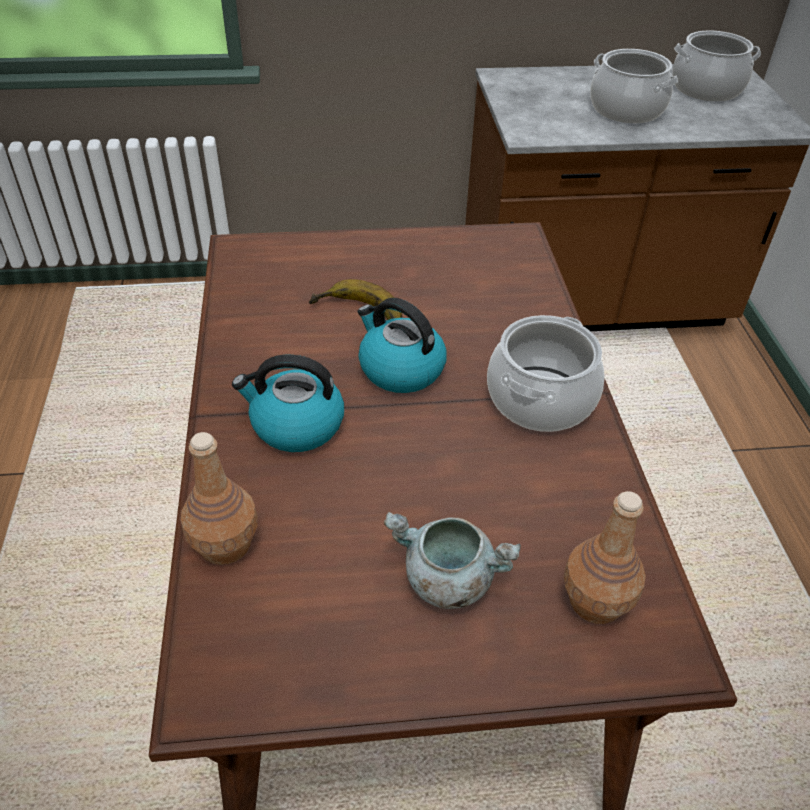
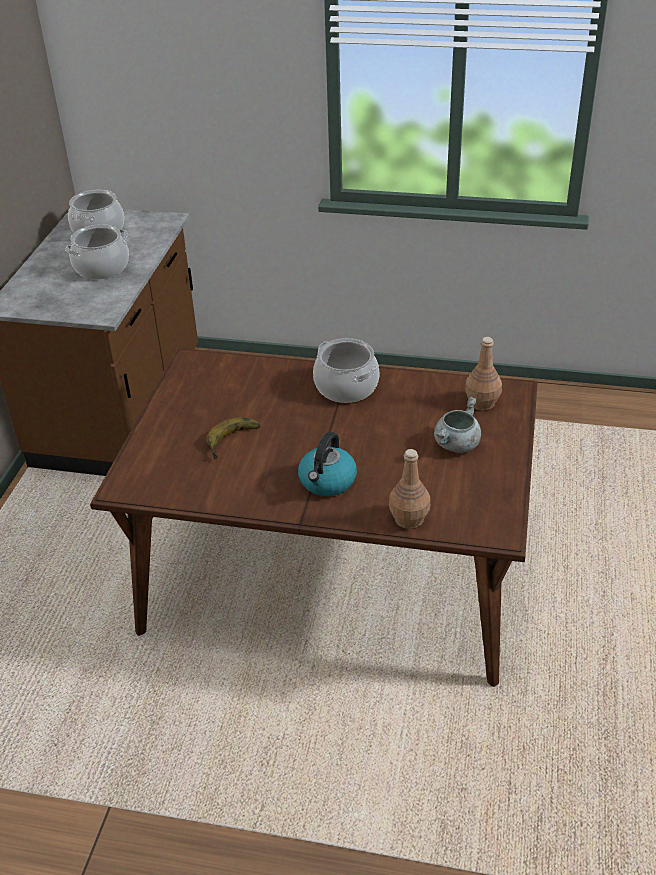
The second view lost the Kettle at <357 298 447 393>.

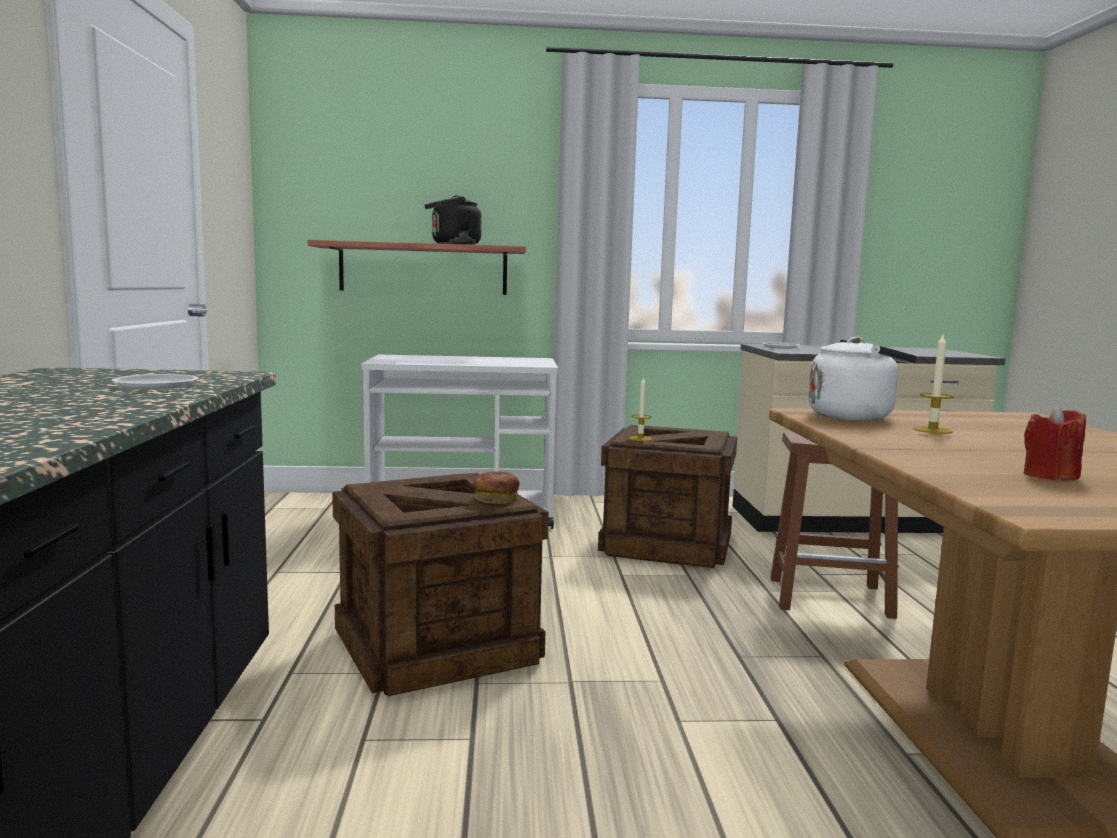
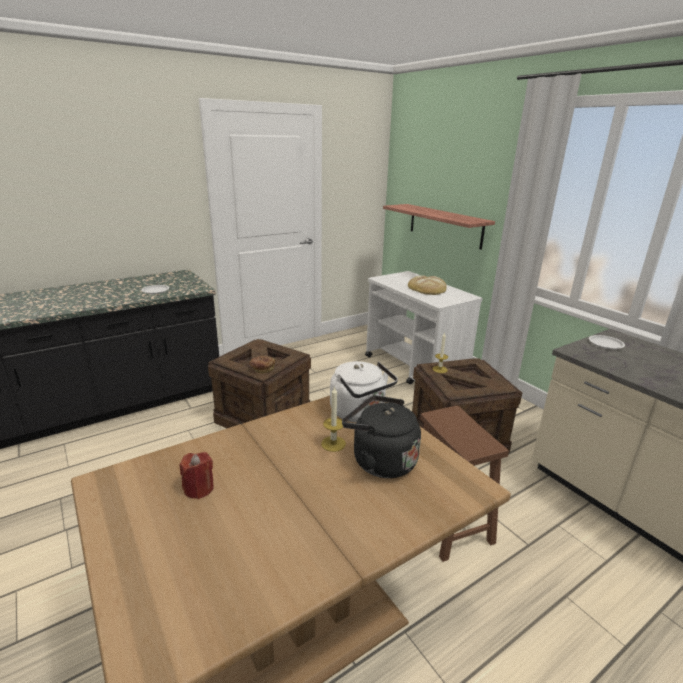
The BlackKettle ended up elsewhere, having gone from <425 195 482 245> to <342 396 421 478>. The second view gained the Bread at <408 275 447 295>.

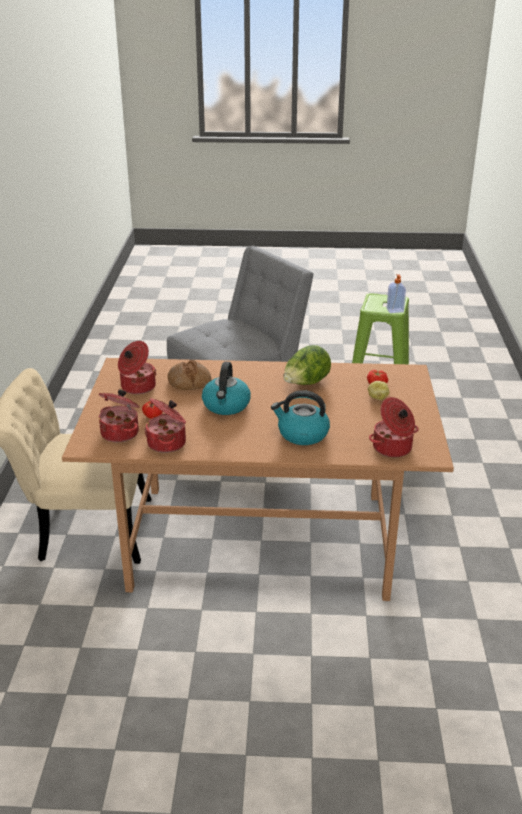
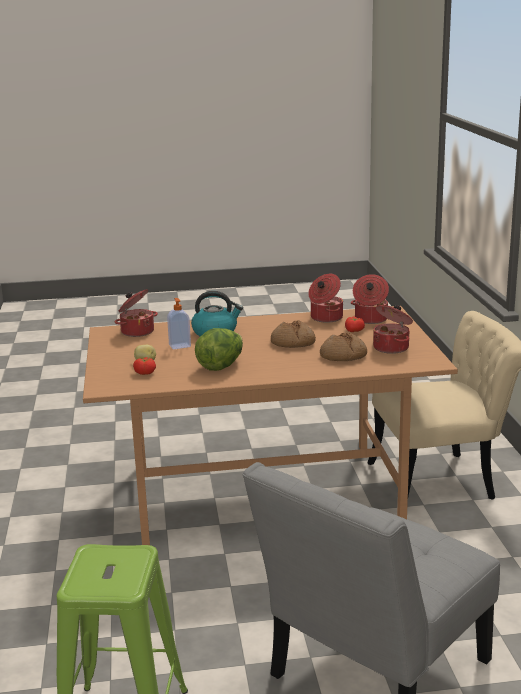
The SoapDispenser ended up elsewhere, having gone from <387 274 406 313> to <167 298 191 350>. Where the Kettle stood at <202 362 251 415>, the Bread came to stand at <271 320 316 348>.

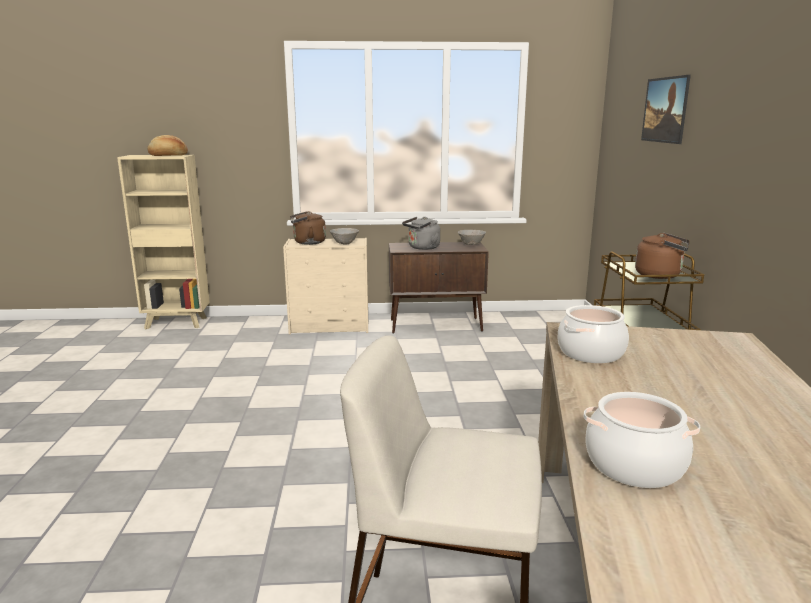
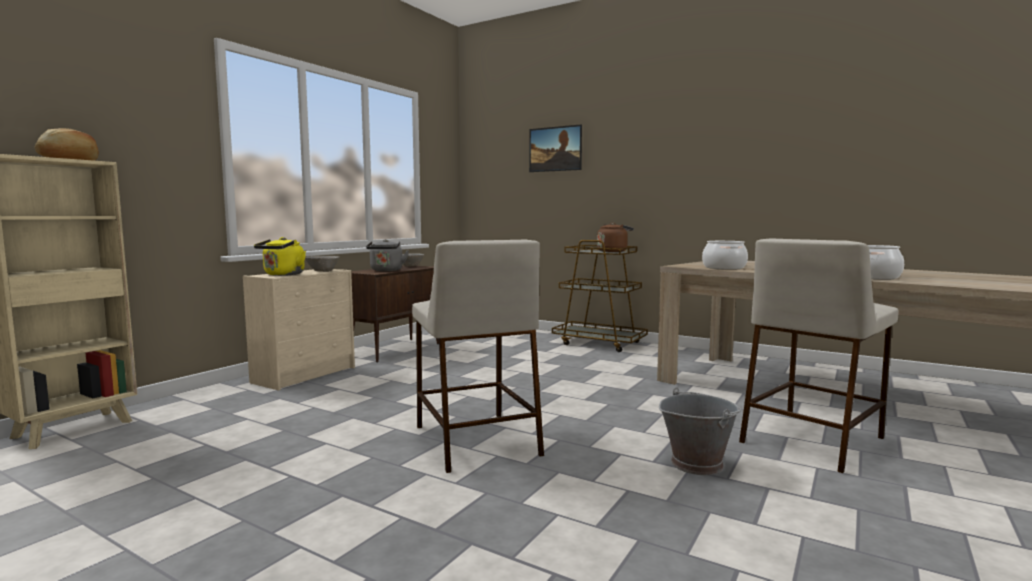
What was the BrownKettle at <290 211 326 245> turned into the YellowKettle at <254 237 306 276>. The second view gained the BeigeStool at <412 240 544 473>. The second view gained the GreyBucket at <659 387 741 475>.

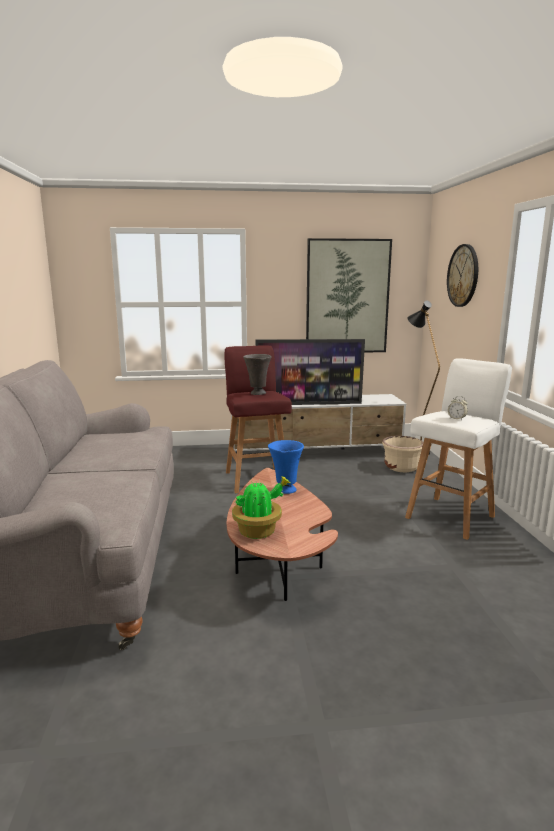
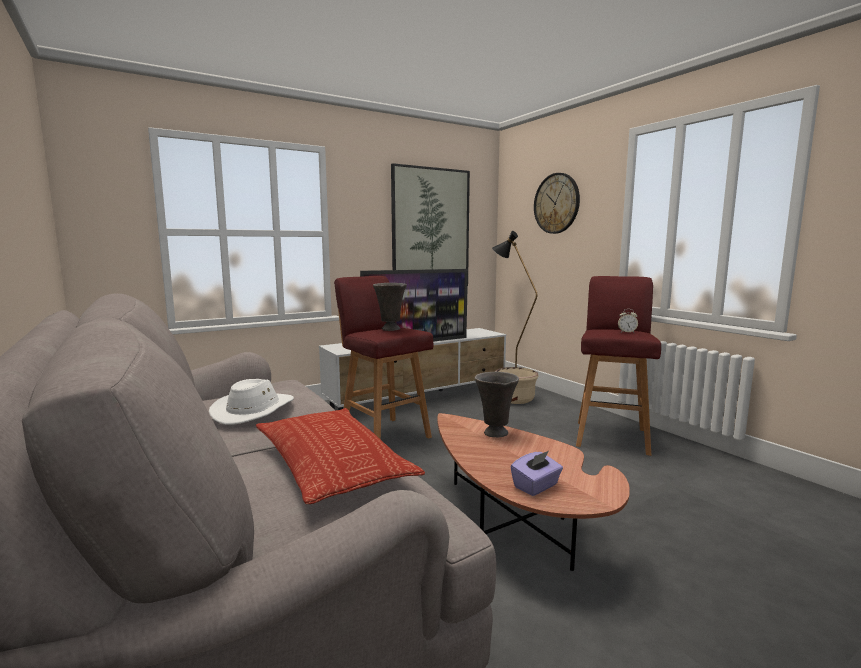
What was the WhiteStool at <405 359 512 540> turned into the RedStool at <576 276 661 456>. What was the BlueVase at <268 440 304 494> turned into the GreyVase at <475 372 519 437>. Where the PottedPlant stood at <232 476 290 539>, the PurpleTissueBox came to stand at <511 451 563 496>. The second view gained the WhiteHat at <209 379 294 425>. The second view gained the Pillow at <256 408 425 504>.

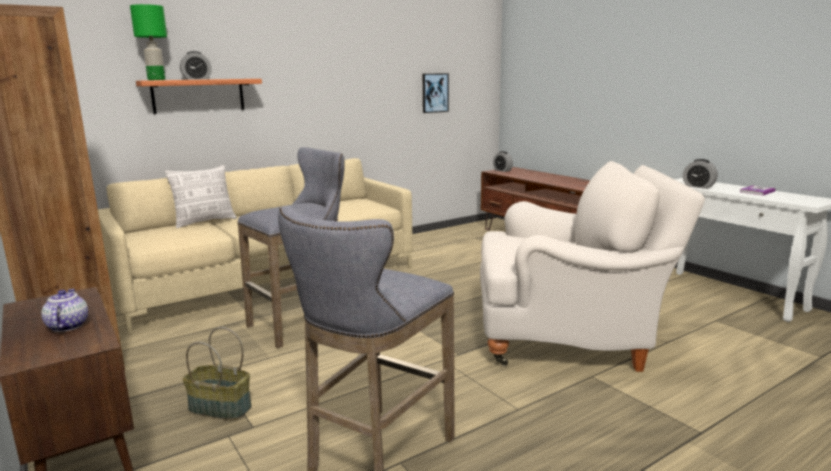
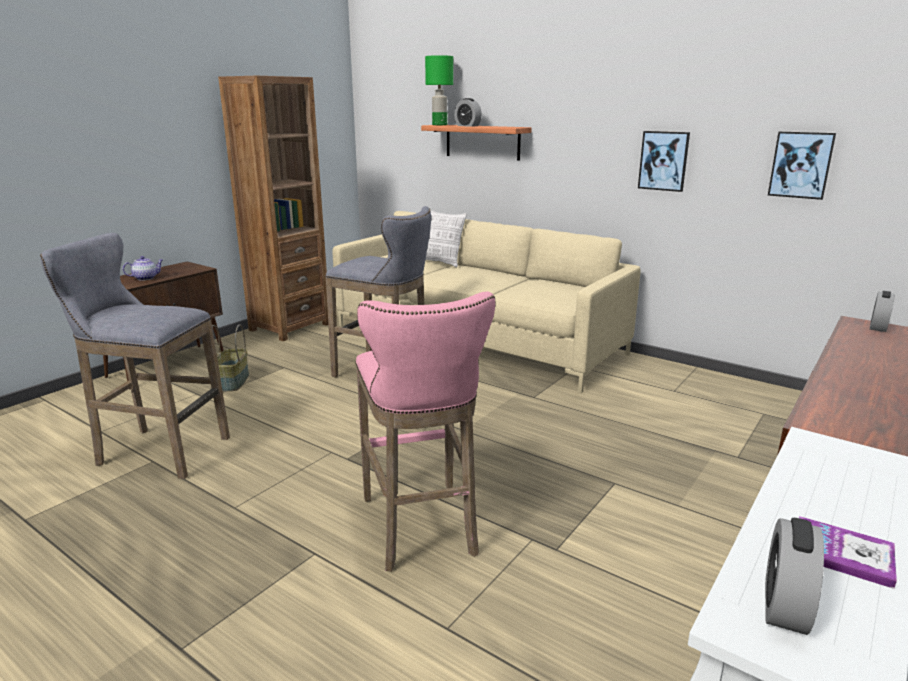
The AlarmClock ended up elsewhere, having gone from <683 159 718 189> to <765 518 824 635>. Where the WhiteArmchair stood at <480 161 705 372>, the PinkStool came to stand at <355 292 495 572>. The second view gained the Picture at <638 131 690 192>.

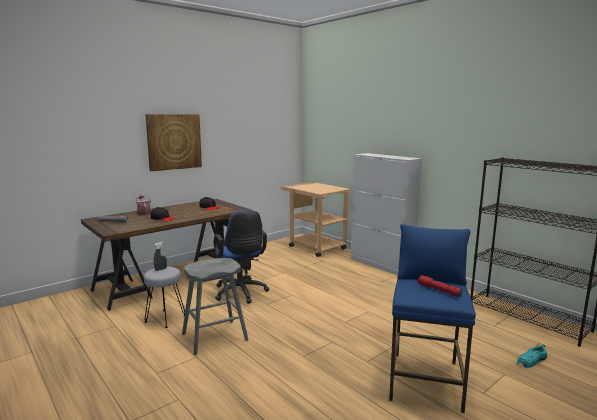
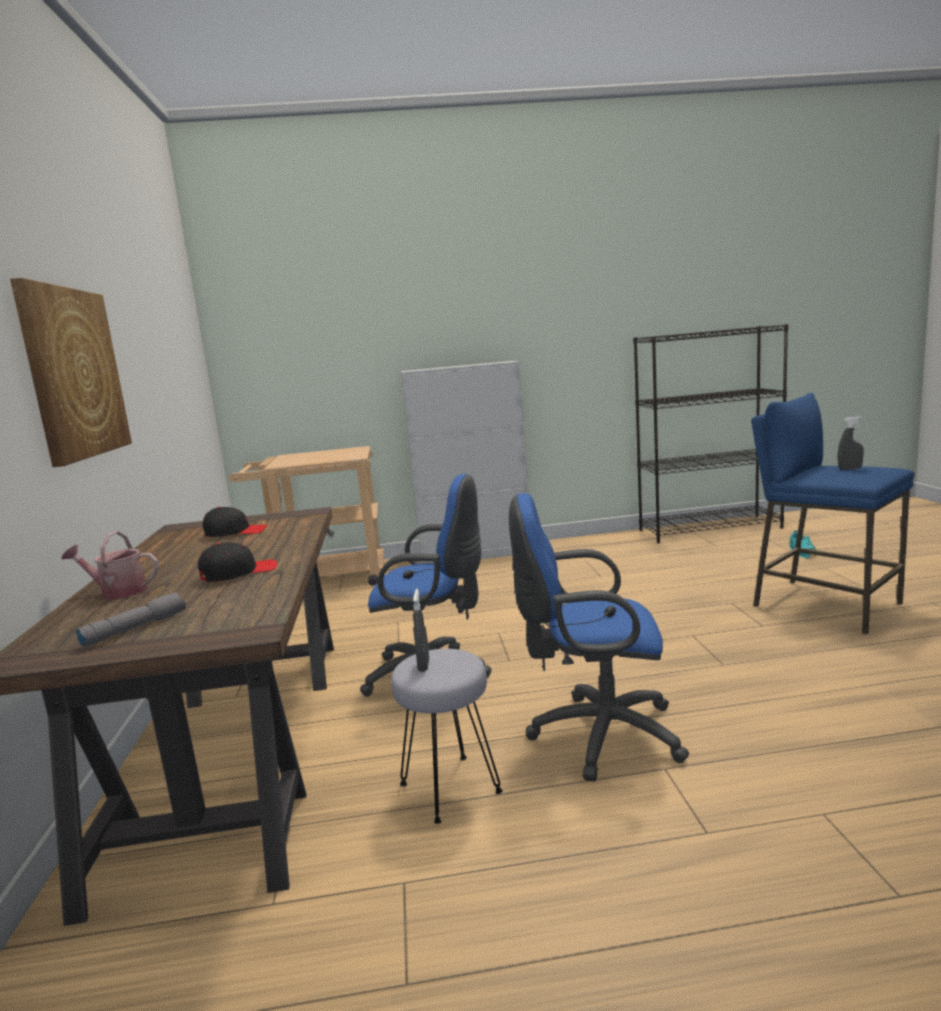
Where the GreyStool stood at <182 258 249 355>, the BlueOfficeChair came to stand at <509 493 689 782>. Where the RedFlashlight stood at <417 275 463 297>, the GreySprayBottle came to stand at <838 416 864 470>.

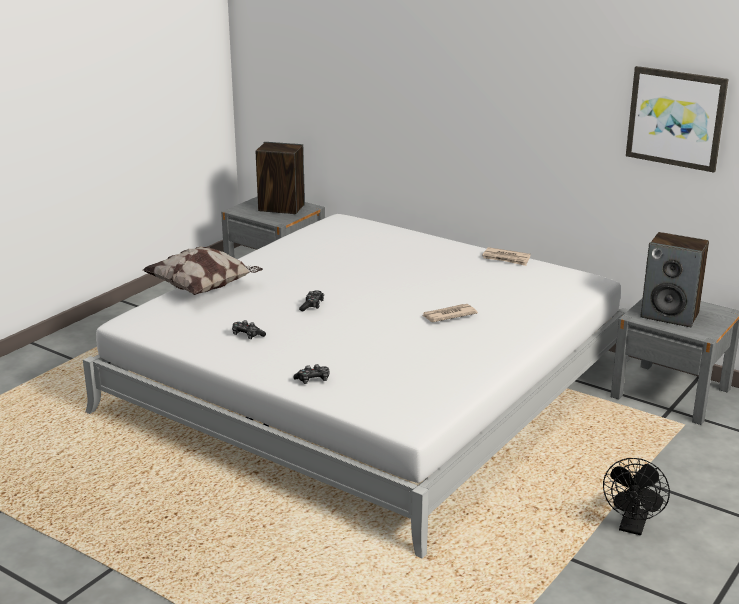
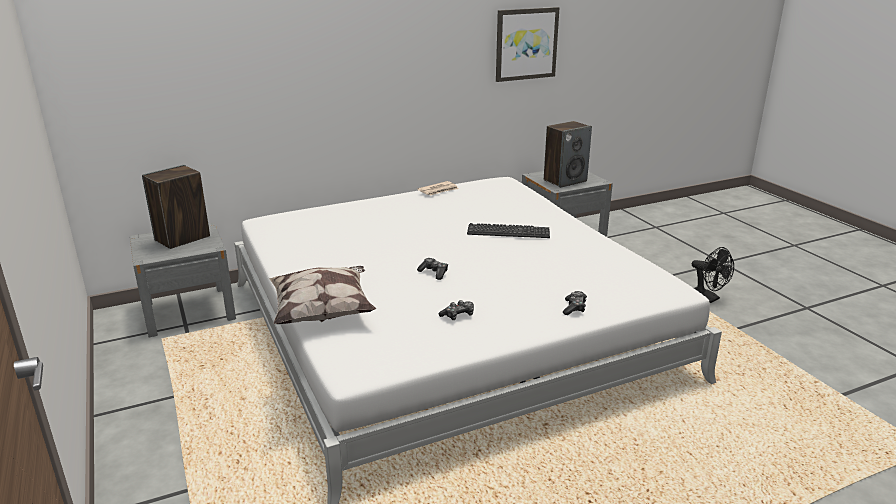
Where the Newspaper stood at <422 304 478 322>, the Keyboard came to stand at <467 223 550 238>.

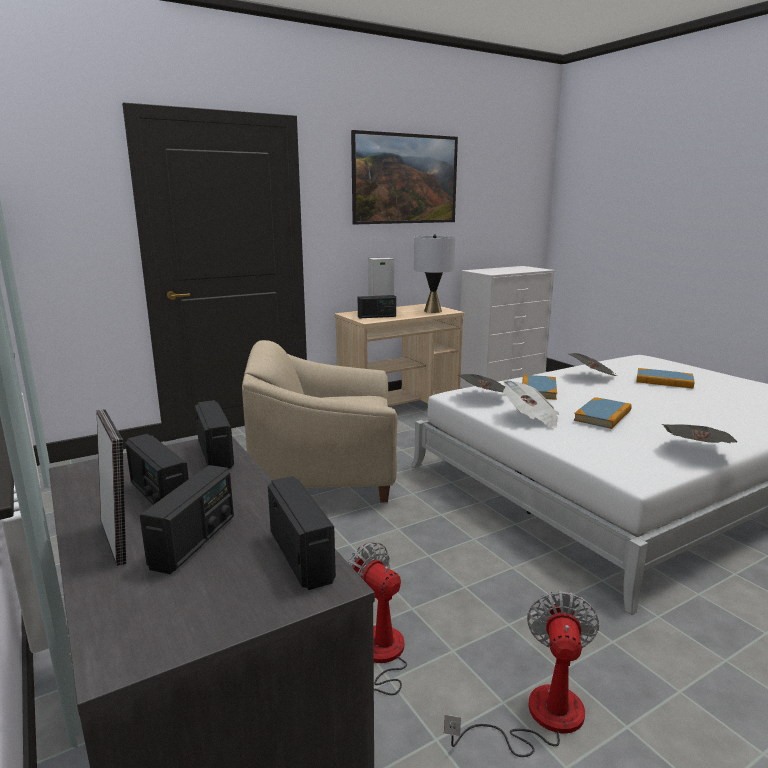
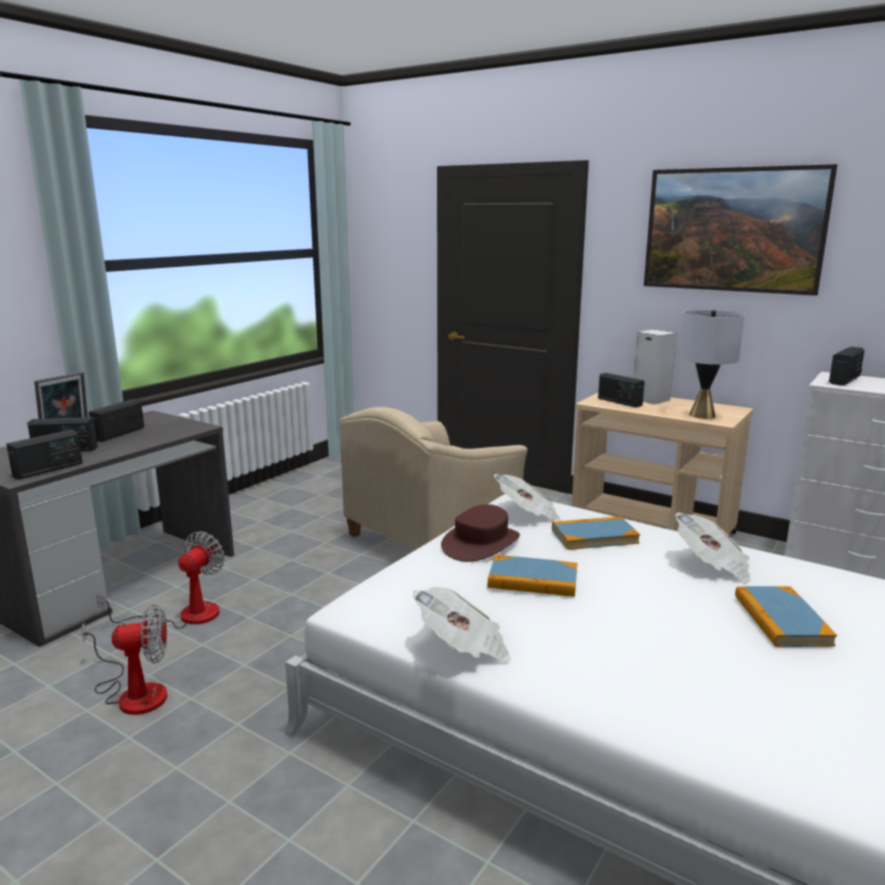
The BeigeArmchair at <242 340 397 502> ended up facing another way, 105 degrees counterclockwise from before. Where the Newspaper stood at <503 380 559 428>, the BrownHat came to stand at <441 504 520 562>. The Radio ended up elsewhere, having gone from <195 400 234 469> to <829 347 865 386>.

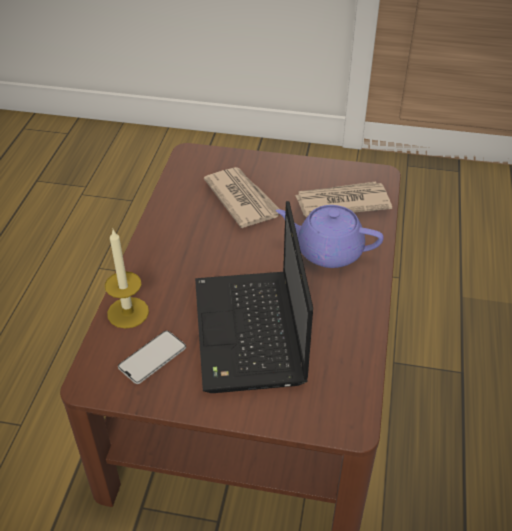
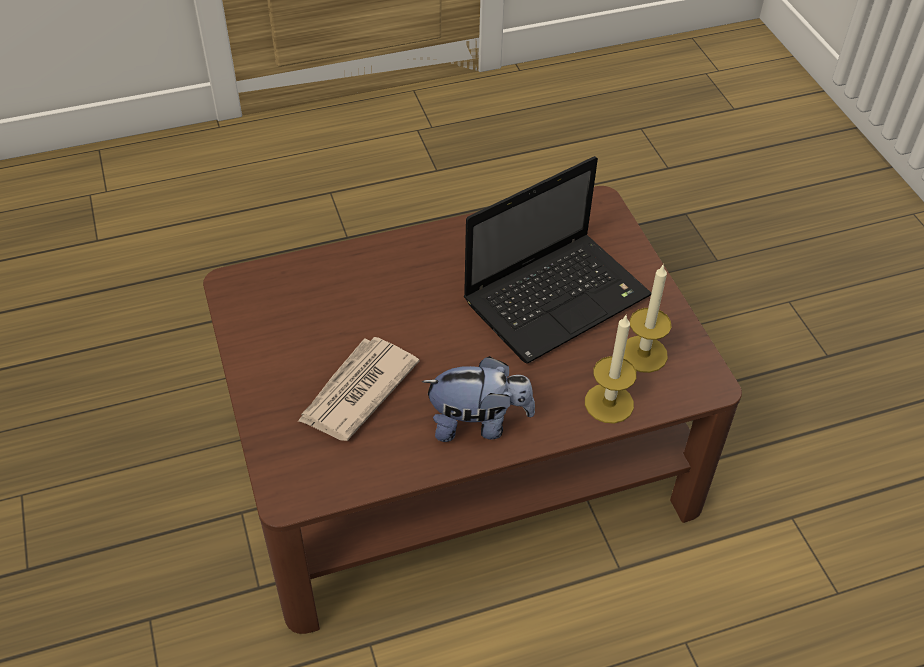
The second view lost the Newspaper at <295 181 392 217>. The second view lost the PurpleTeapot at <276 205 384 268>. Where the Phone stood at <118 331 186 384>, the Candle came to stand at <624 264 671 373>. The second view gained the PlushToy at <422 356 535 442>.

